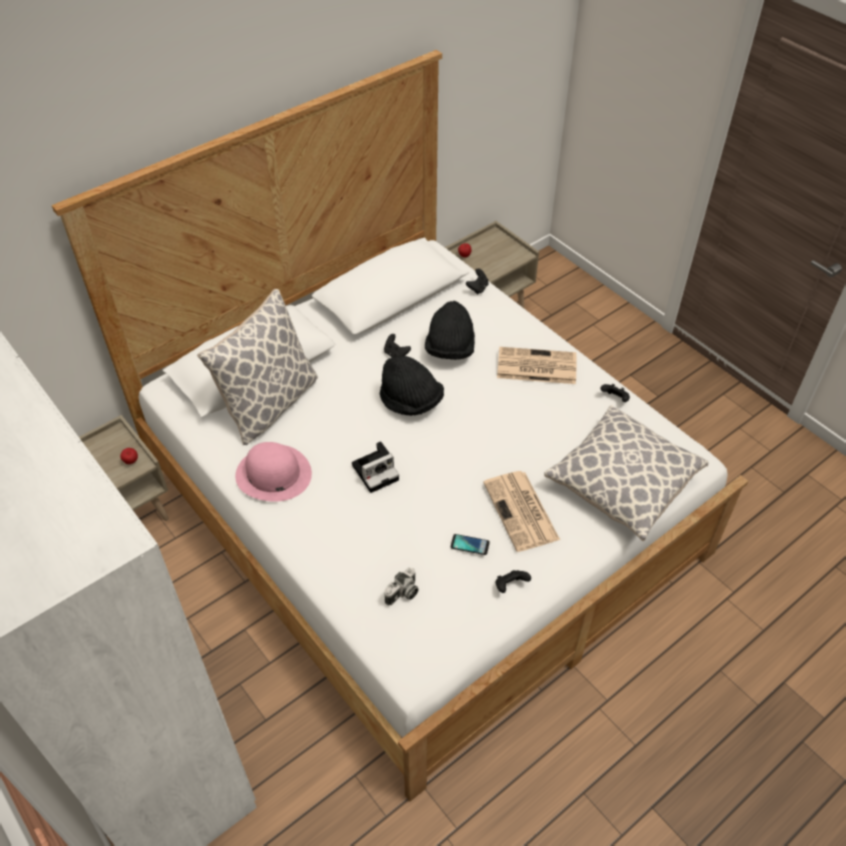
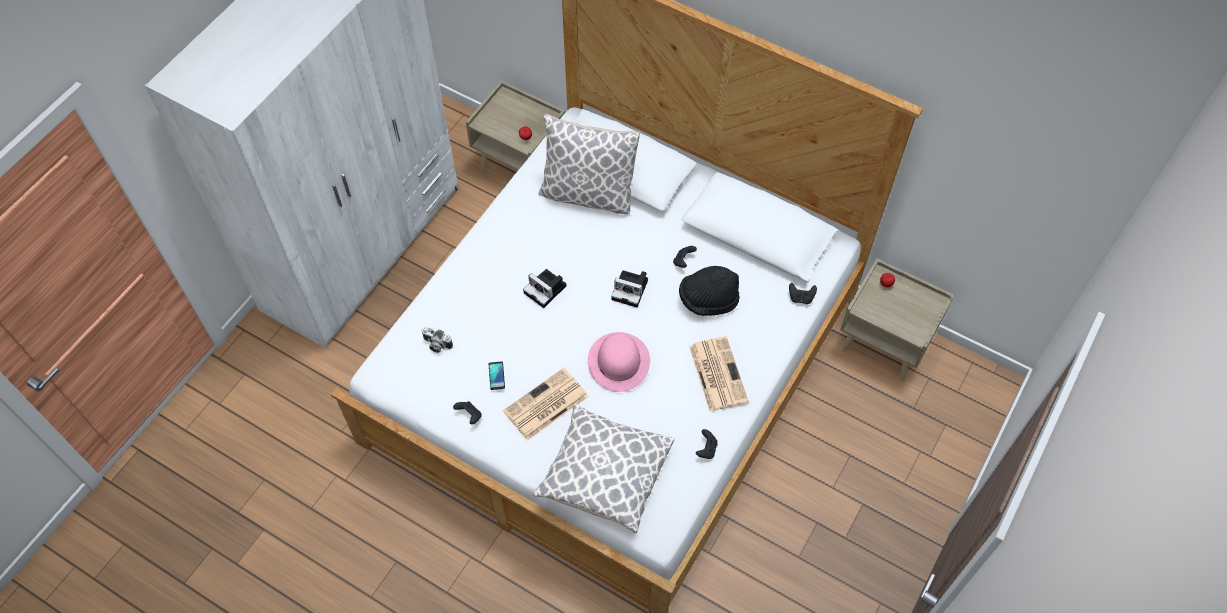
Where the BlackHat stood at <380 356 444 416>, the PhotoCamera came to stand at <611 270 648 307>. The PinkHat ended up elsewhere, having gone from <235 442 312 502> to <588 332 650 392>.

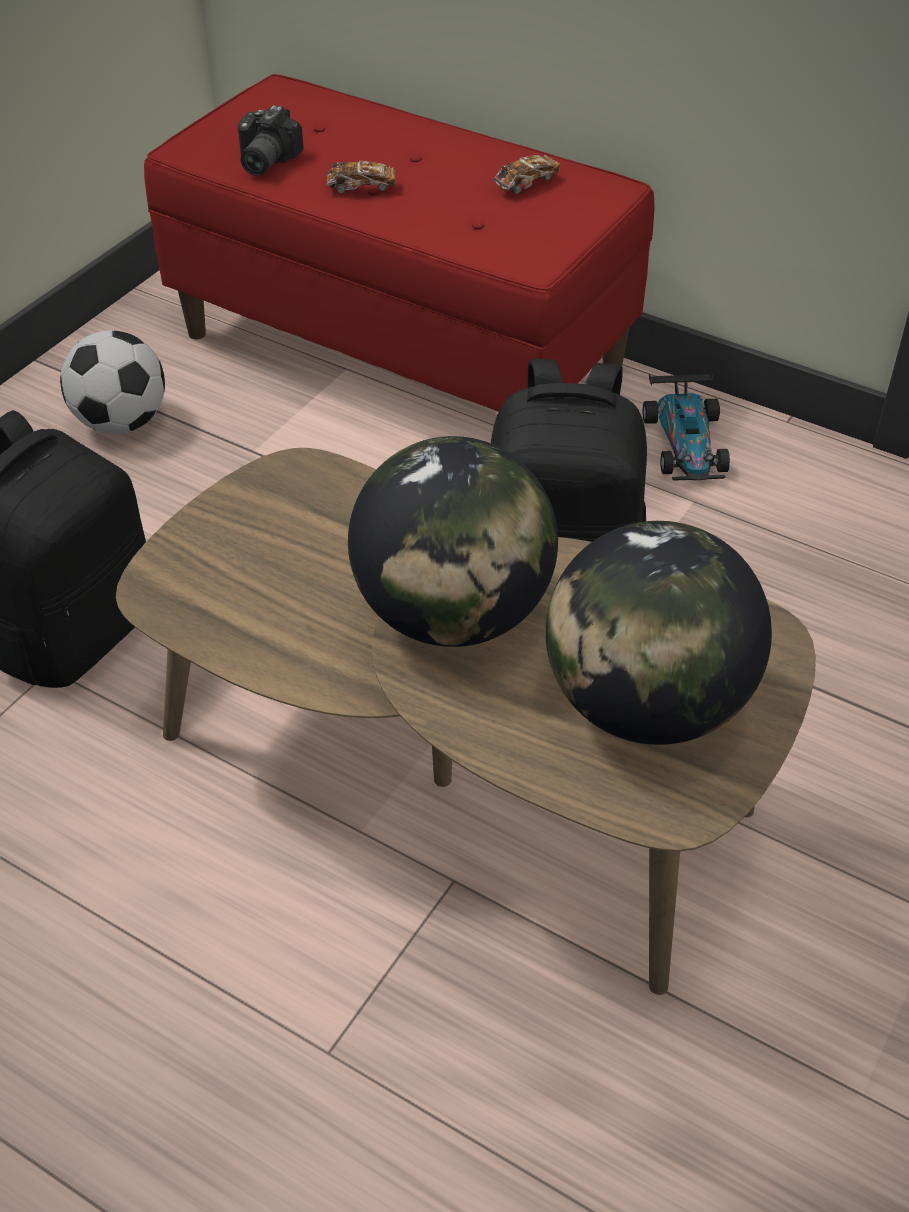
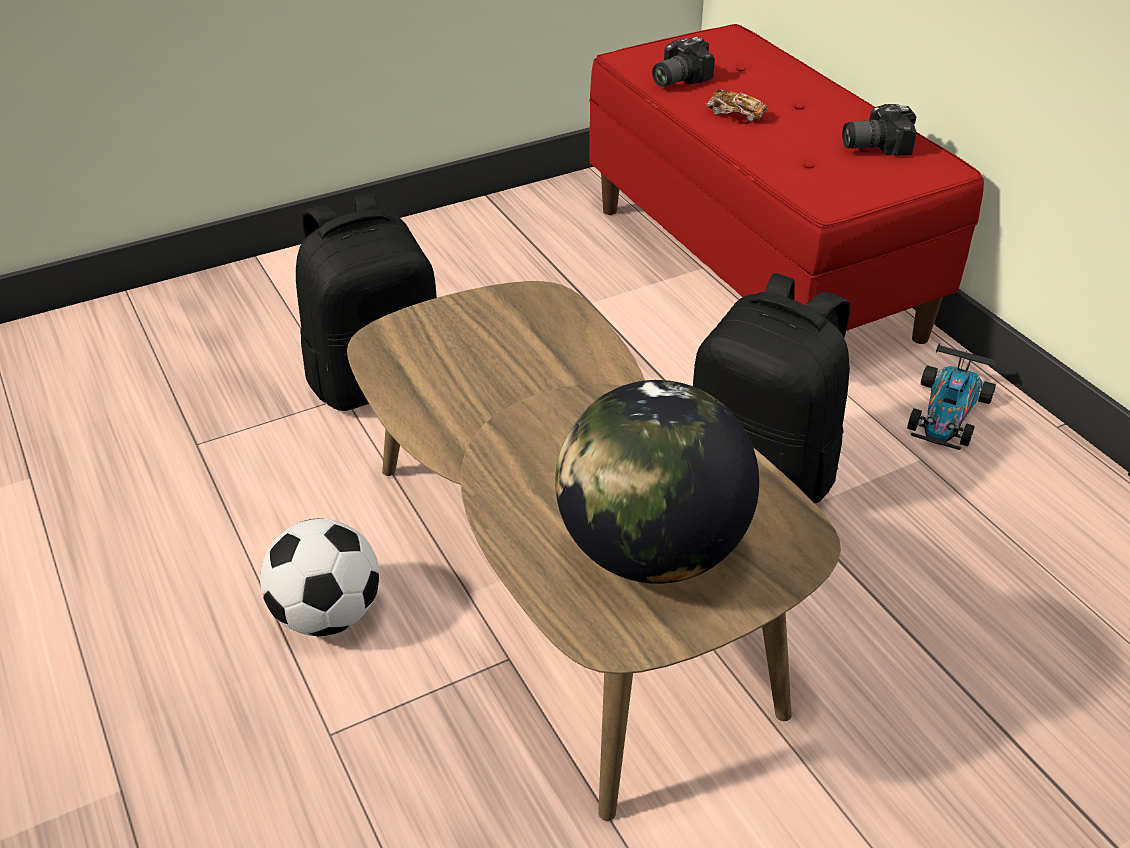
Where the ToyCar stood at <493 155 560 194>, the PhotoCamera came to stand at <842 104 917 156>. The Football ended up elsewhere, having gone from <60 330 165 434> to <260 518 379 636>. The second view lost the Globe at <348 436 558 647>.

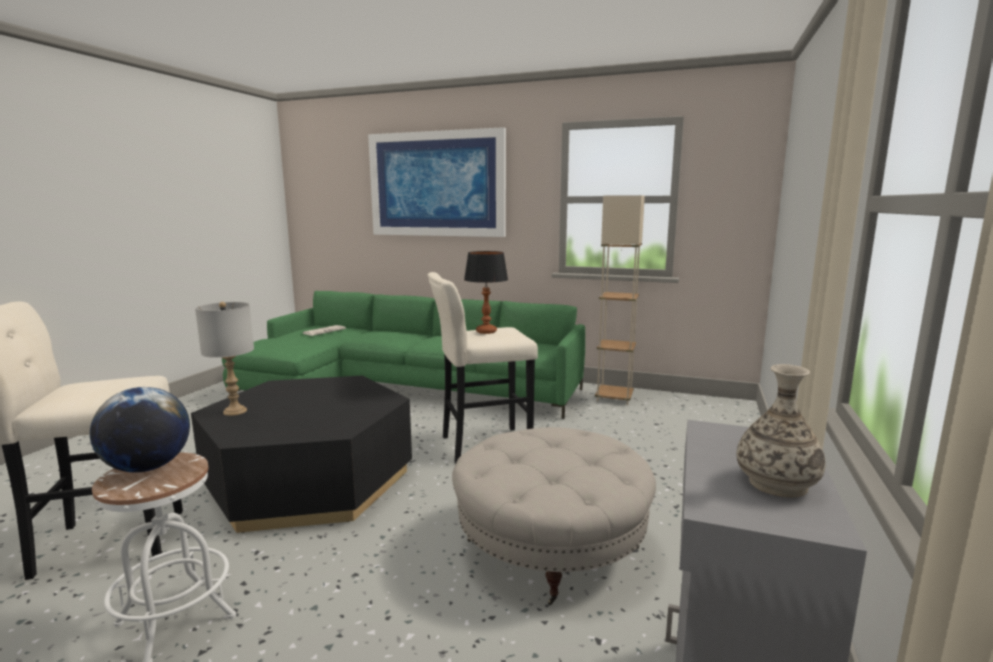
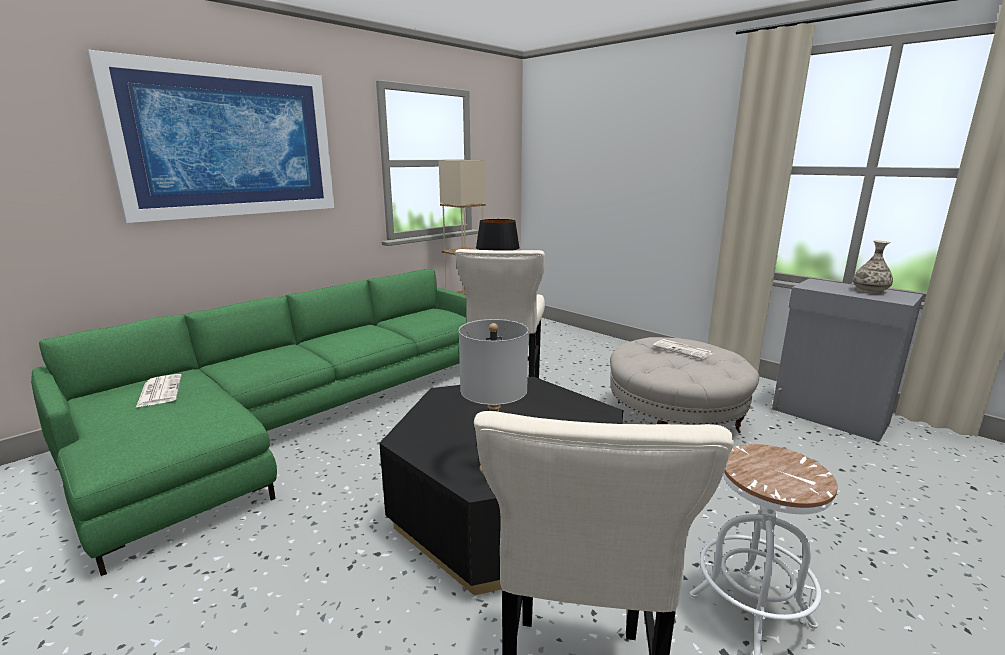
The second view lost the Globe at <90 387 190 472>. The second view gained the Newspaper at <653 339 713 359>.

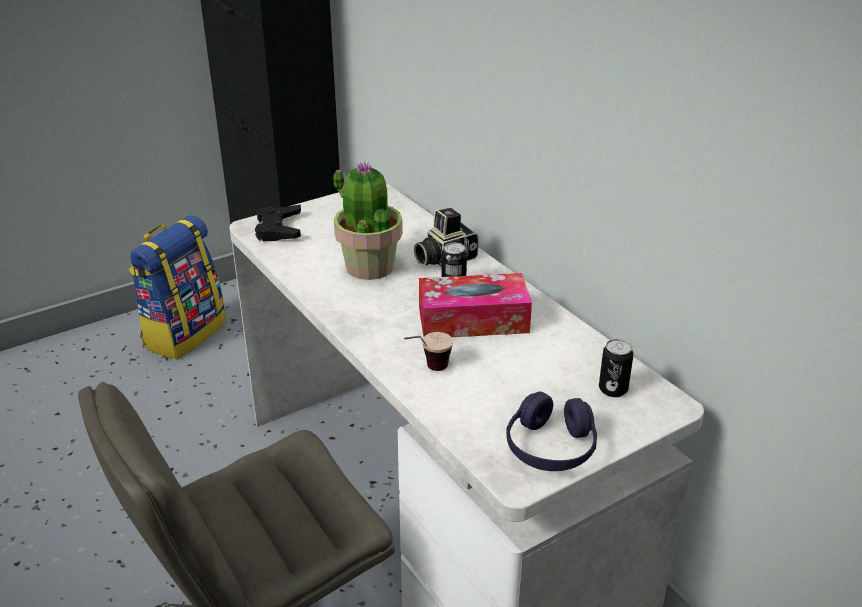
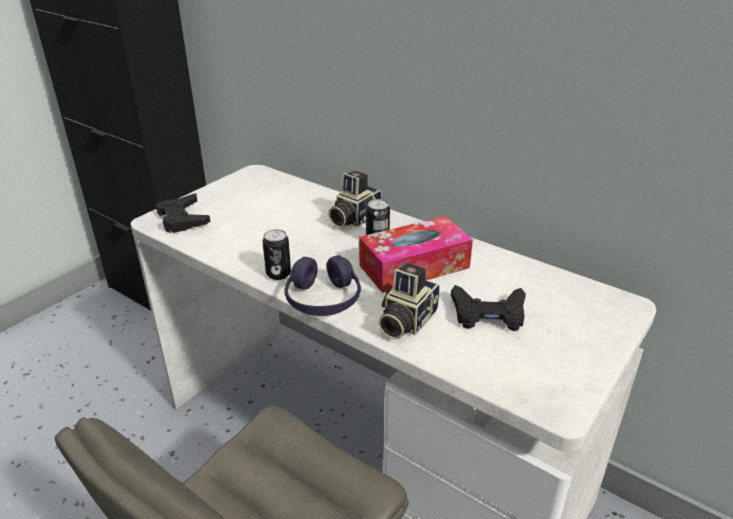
The second view lost the PottedPlant at <333 161 403 280>. The second view lost the Backpack at <129 215 226 360>. Where the Cup stood at <404 332 453 371>, the PhotoCamera came to stand at <378 263 440 339>. The Can ended up elsewhere, having gone from <599 339 634 397> to <263 229 291 280>. The PurpleHeadphones ended up elsewhere, having gone from <506 392 597 471> to <284 255 361 316>. The second view gained the BlackGameController at <451 285 526 331>.

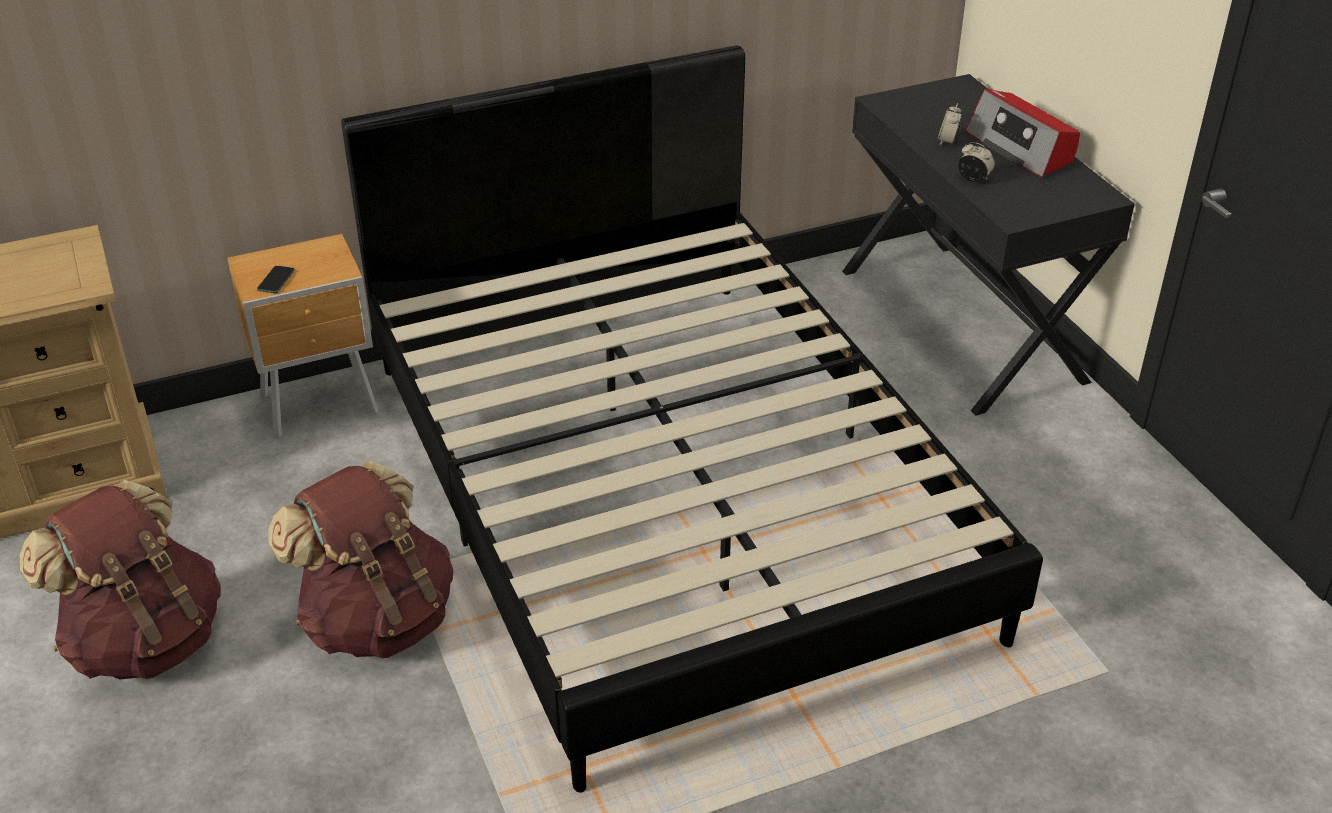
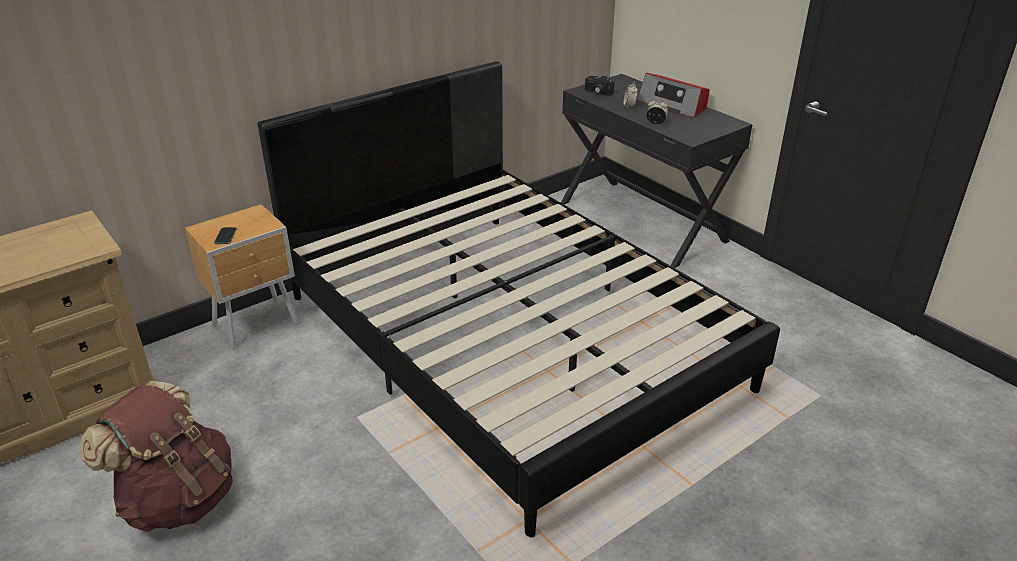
The second view lost the BrownBackpack at <268 461 454 658>. The second view gained the PhotoCamera at <585 76 615 96>.

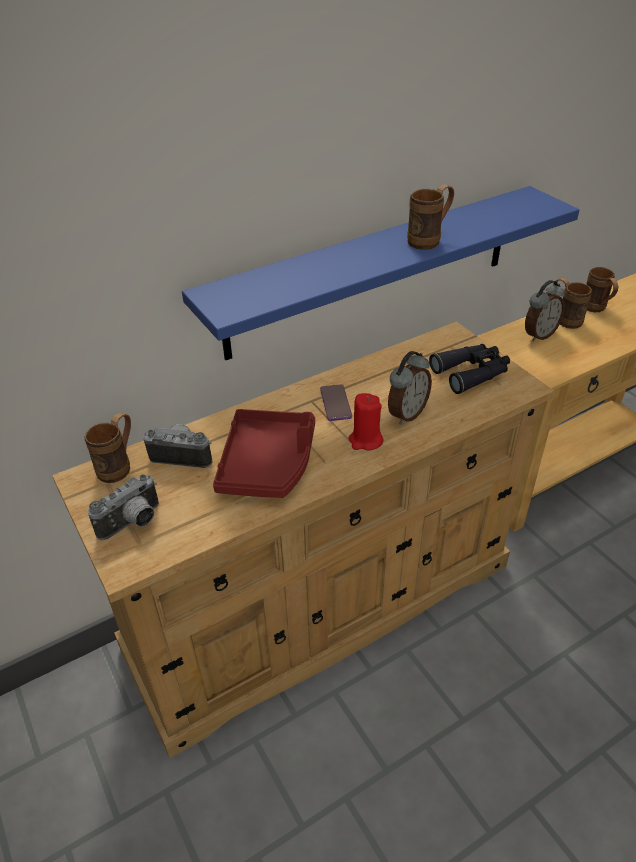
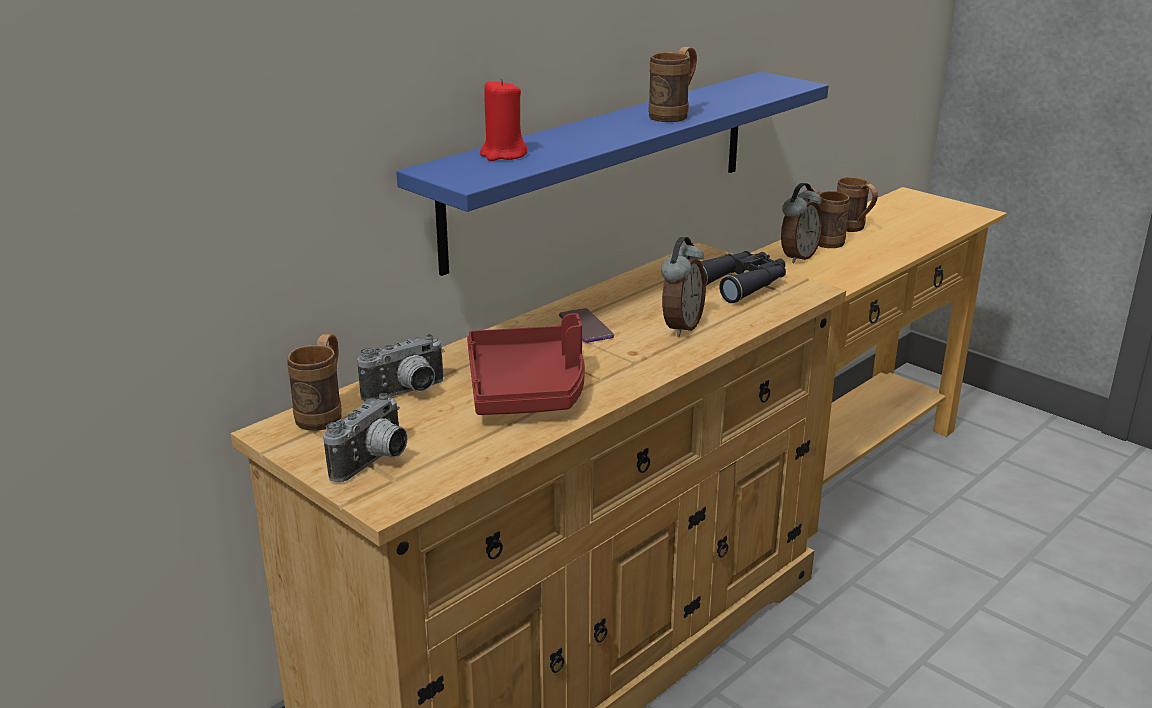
The RedCandle ended up elsewhere, having gone from <349 393 384 451> to <480 78 527 161>. The PhotoCamera at <143 423 213 468> ended up facing another way, 150 degrees clockwise from before.

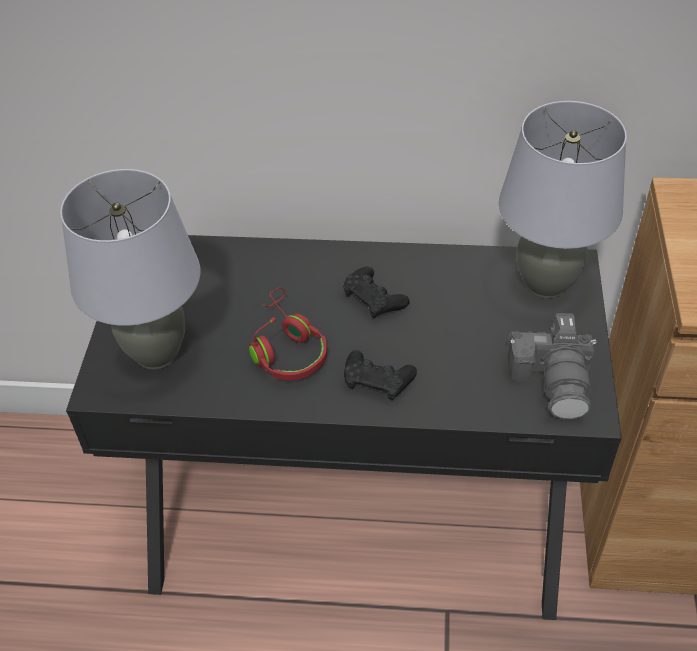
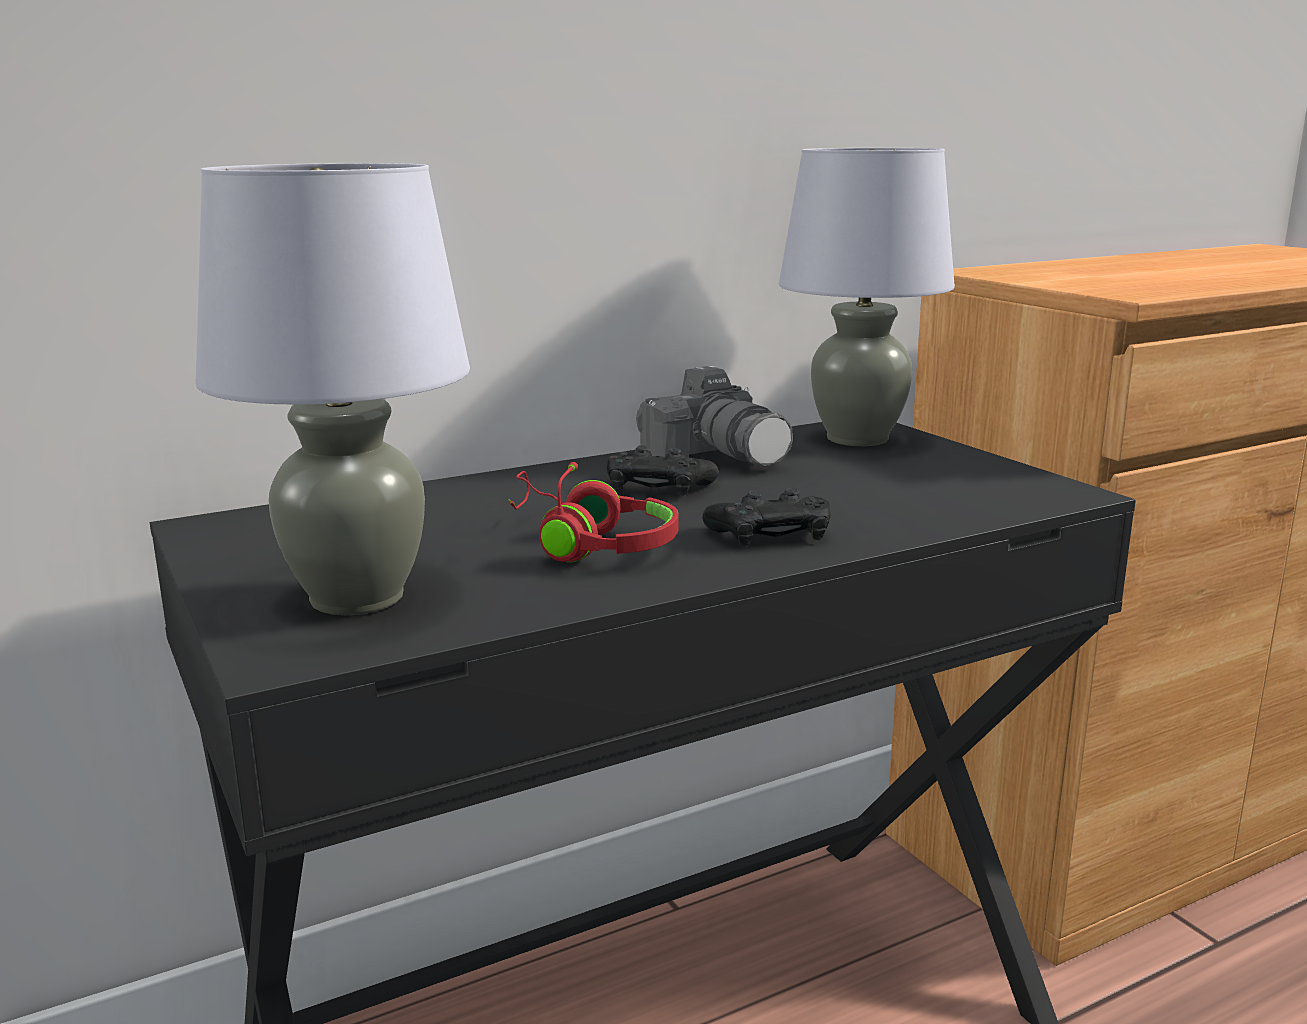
The PhotoCamera ended up elsewhere, having gone from <508 313 597 419> to <636 366 793 466>.

